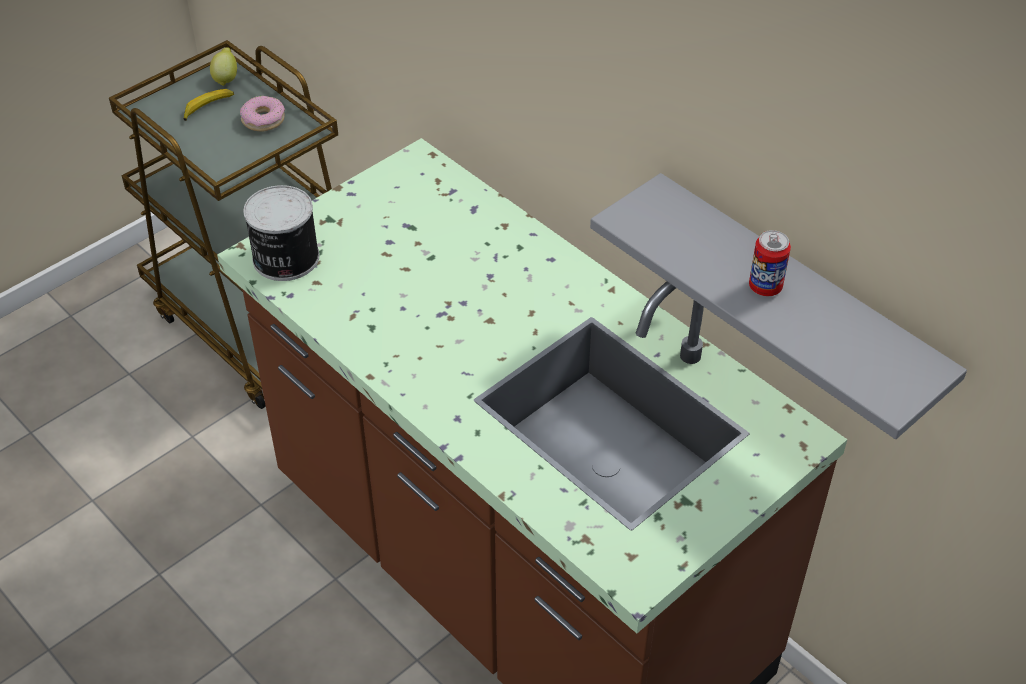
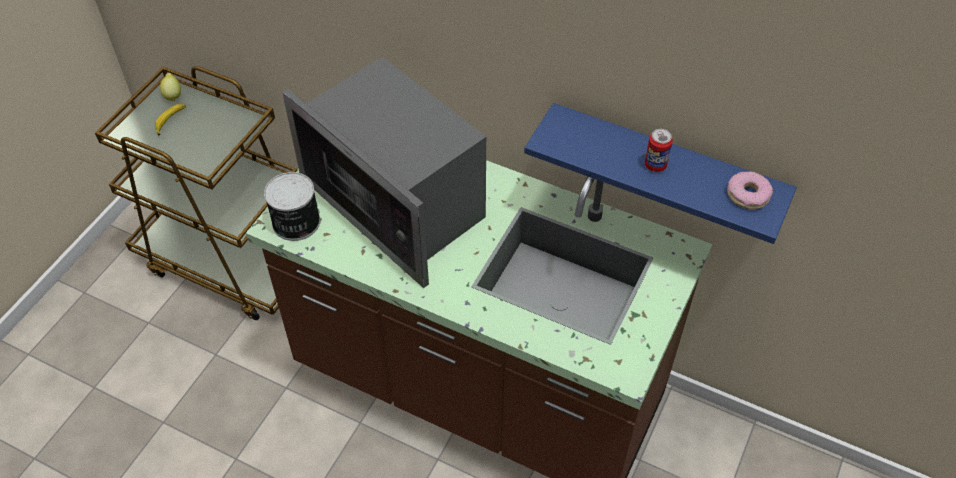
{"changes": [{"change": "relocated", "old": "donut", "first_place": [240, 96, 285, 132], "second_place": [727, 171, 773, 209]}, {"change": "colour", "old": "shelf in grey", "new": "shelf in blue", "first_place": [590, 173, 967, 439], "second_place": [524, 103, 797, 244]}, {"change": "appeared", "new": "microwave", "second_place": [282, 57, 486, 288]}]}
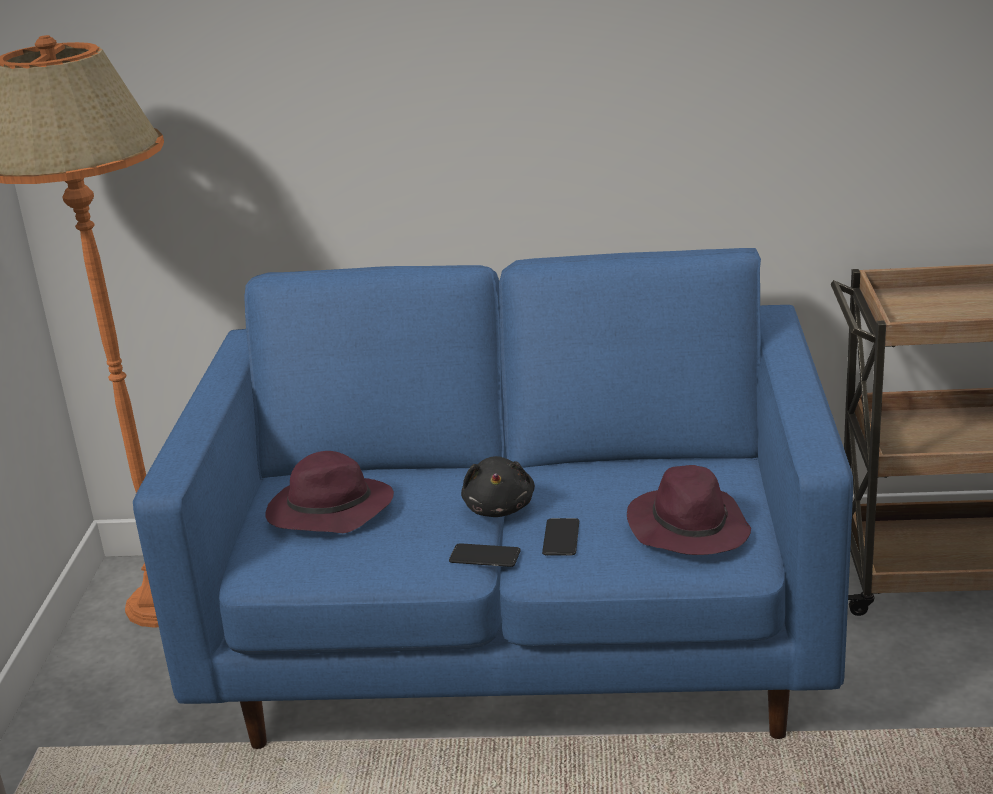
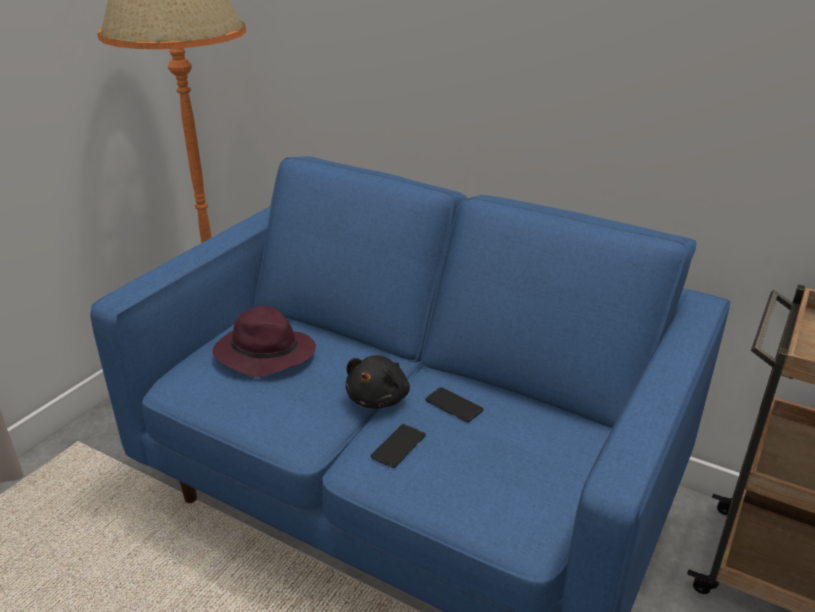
{"changes": [{"change": "missing", "old": "hat in purple", "first_place": [627, 465, 751, 555]}, {"change": "relocated", "old": "phone", "first_place": [449, 543, 521, 567], "second_place": [425, 387, 483, 422]}]}
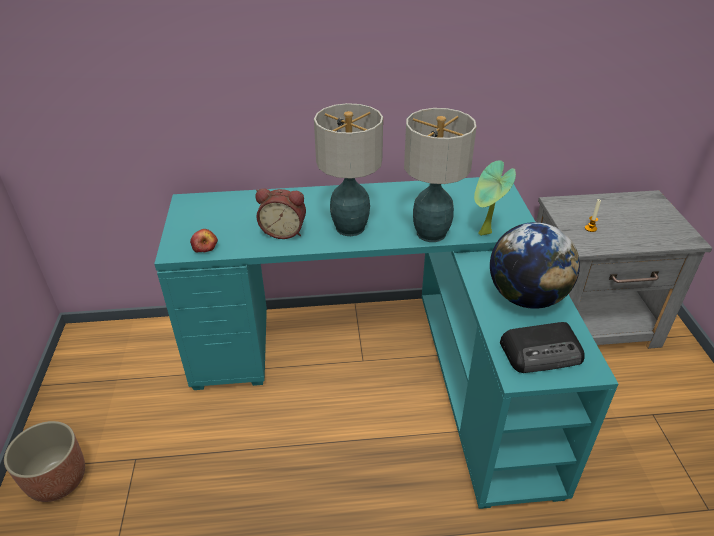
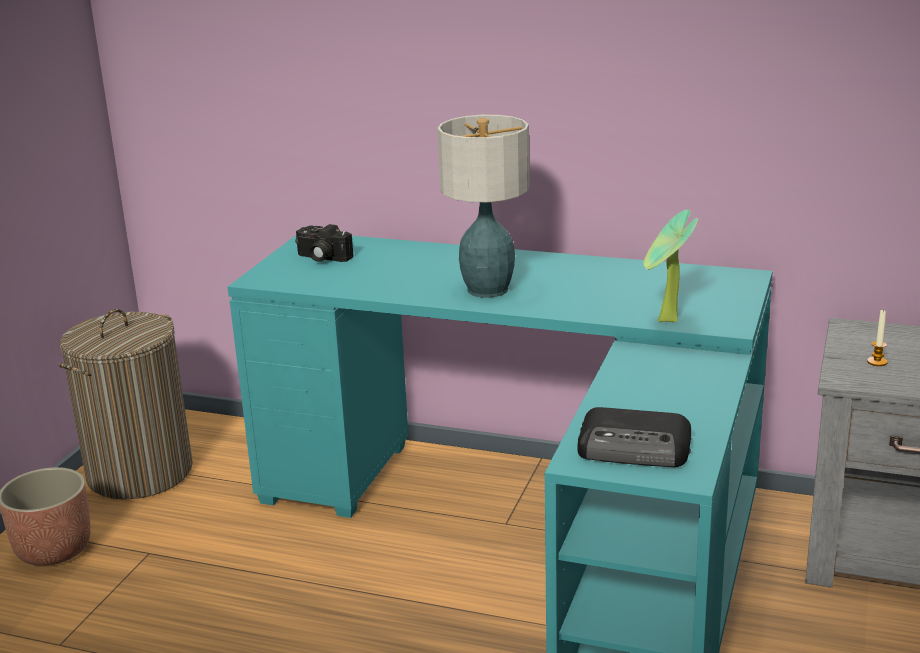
{"changes": [{"change": "missing", "old": "table lamp", "first_place": [404, 108, 477, 242]}, {"change": "missing", "old": "alarm clock", "first_place": [256, 188, 306, 239]}, {"change": "missing", "old": "globe", "first_place": [490, 222, 580, 309]}, {"change": "missing", "old": "apple", "first_place": [190, 229, 218, 253]}, {"change": "appeared", "new": "photo camera", "second_place": [295, 224, 354, 262]}, {"change": "appeared", "new": "laundry basket", "second_place": [58, 309, 193, 499]}]}
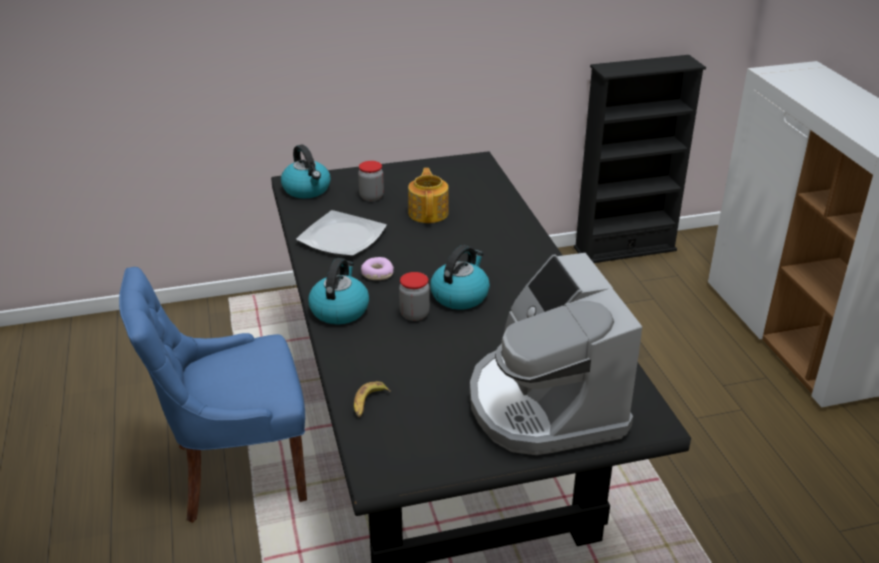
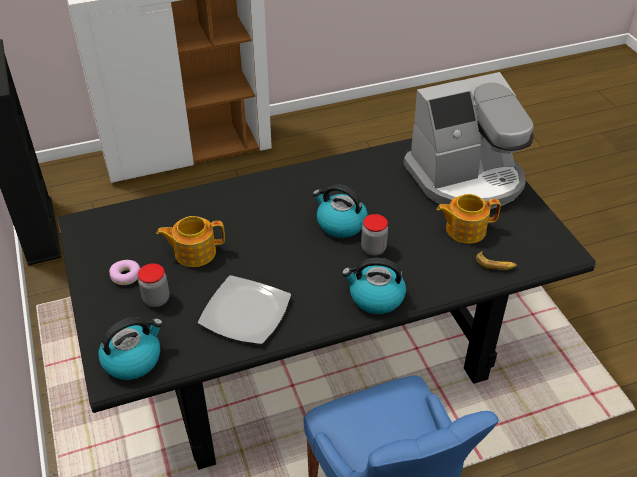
{"changes": [{"change": "relocated", "old": "donut", "first_place": [361, 257, 394, 280], "second_place": [109, 260, 140, 285]}, {"change": "appeared", "new": "teapot", "second_place": [437, 194, 501, 244]}]}
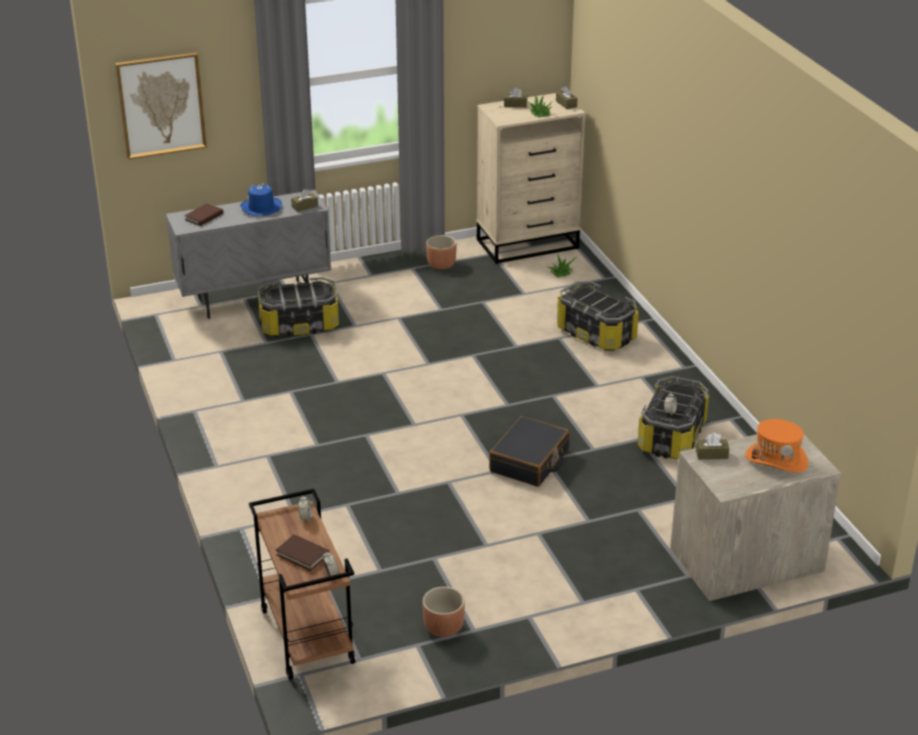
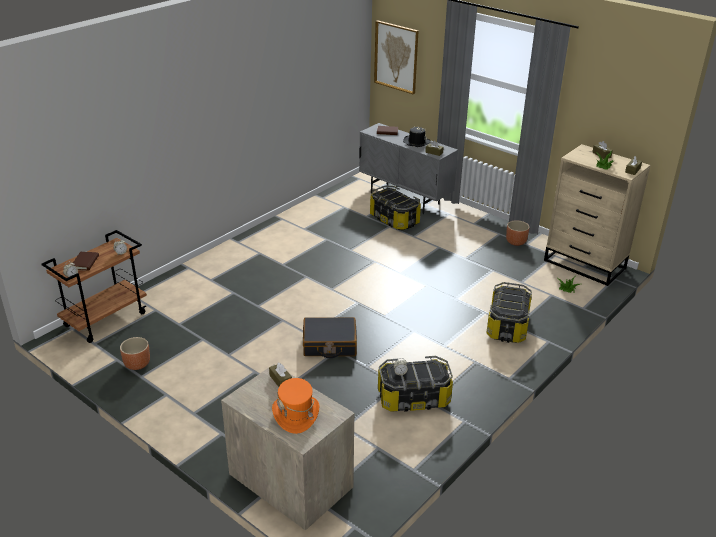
{"changes": [{"change": "colour", "old": "hat in blue", "new": "hat in black", "first_place": [240, 183, 282, 216], "second_place": [403, 126, 431, 147]}]}
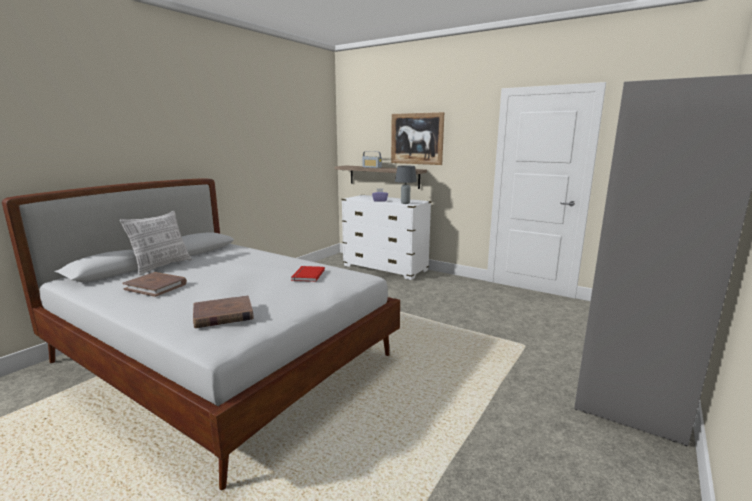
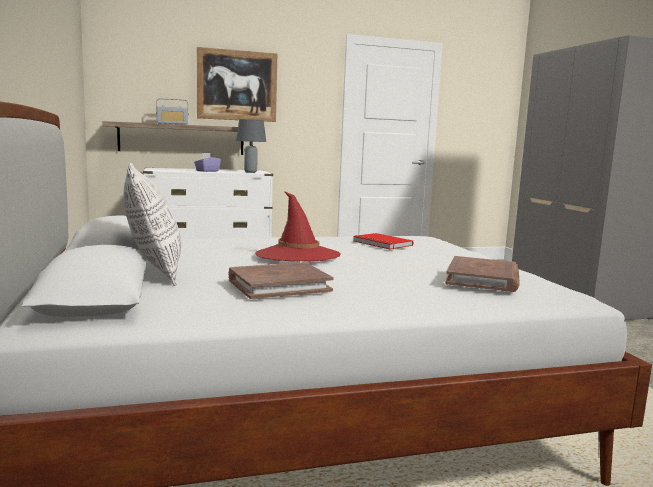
{"changes": [{"change": "appeared", "new": "hat in red", "second_place": [255, 191, 341, 261]}]}
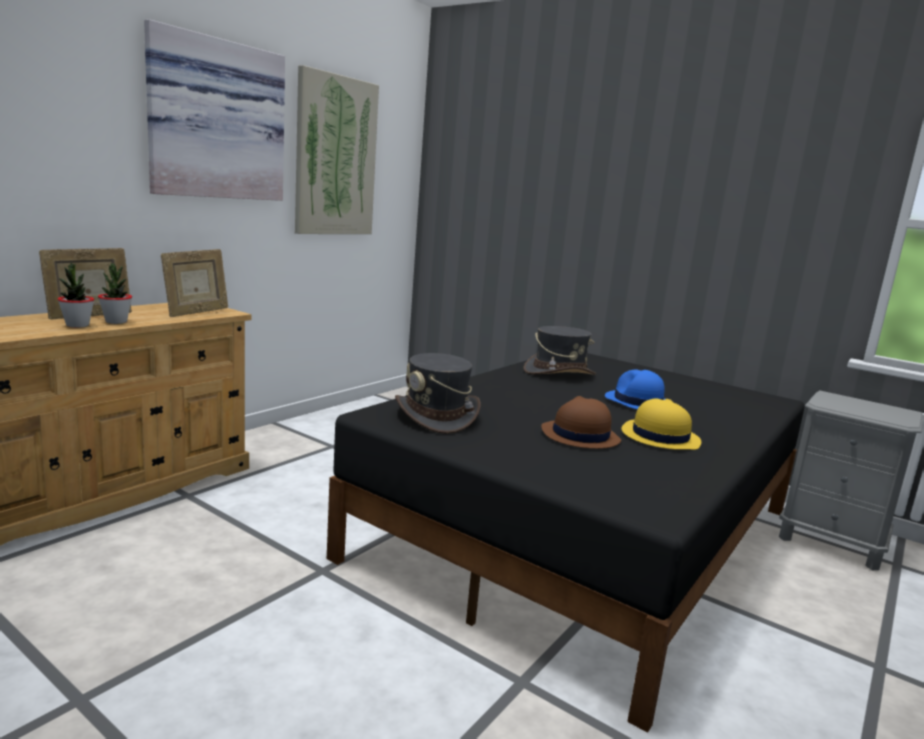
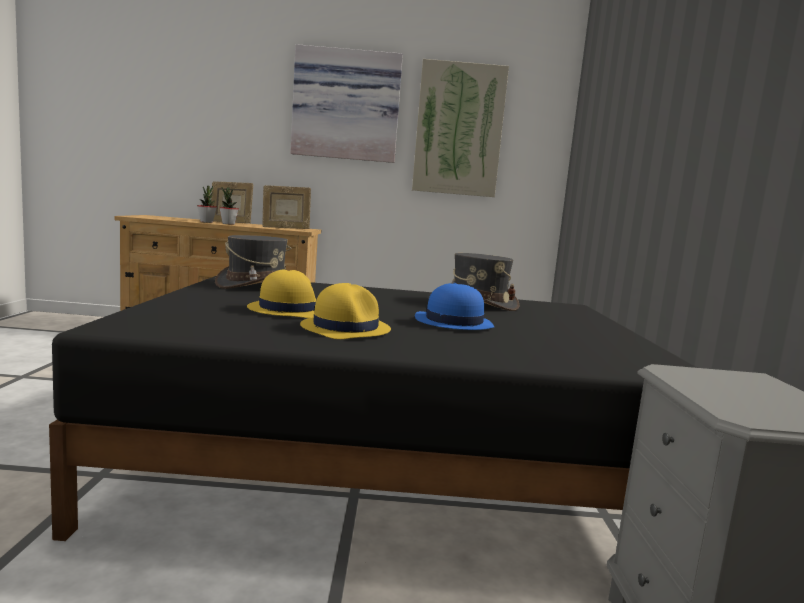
{"changes": [{"change": "colour", "old": "hat in brown", "new": "hat in yellow", "first_place": [541, 396, 621, 449], "second_place": [247, 269, 316, 318]}]}
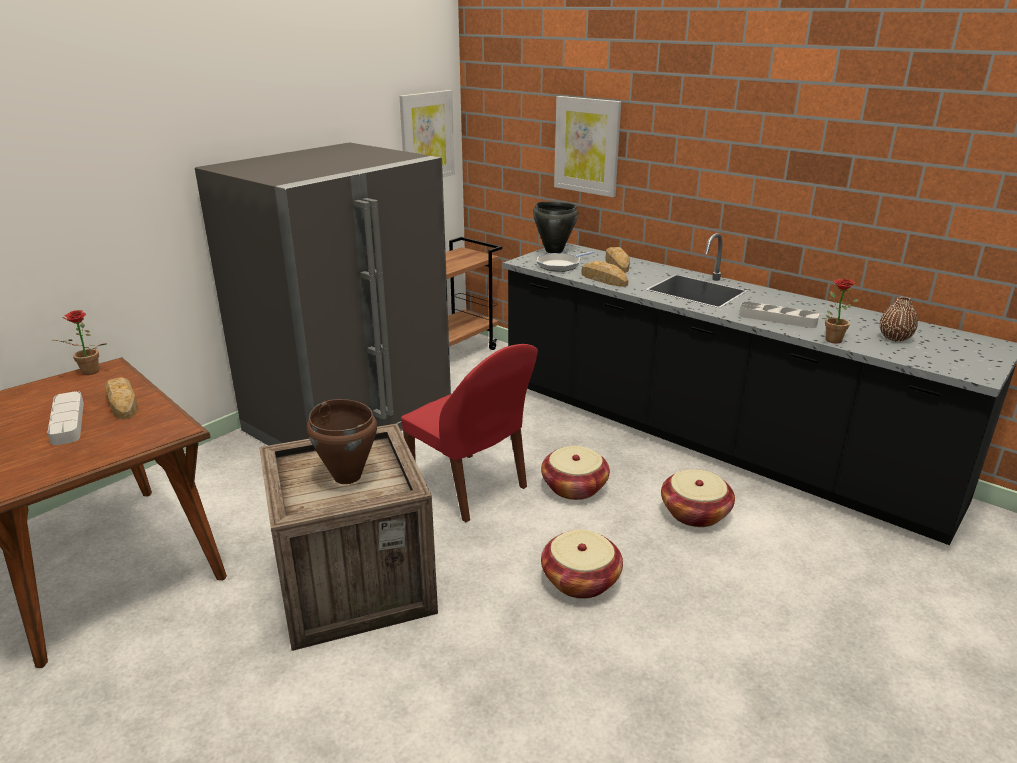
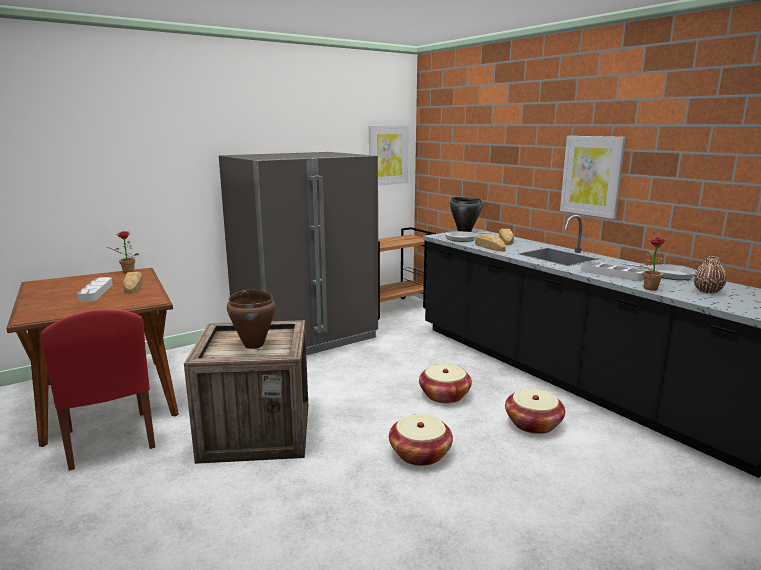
{"changes": [{"change": "relocated", "old": "picture", "first_place": [554, 96, 621, 197], "second_place": [560, 136, 626, 219]}, {"change": "relocated", "old": "chair in red", "first_place": [401, 344, 538, 522], "second_place": [41, 309, 155, 471]}, {"change": "appeared", "new": "frying pan", "second_place": [623, 263, 696, 280]}]}
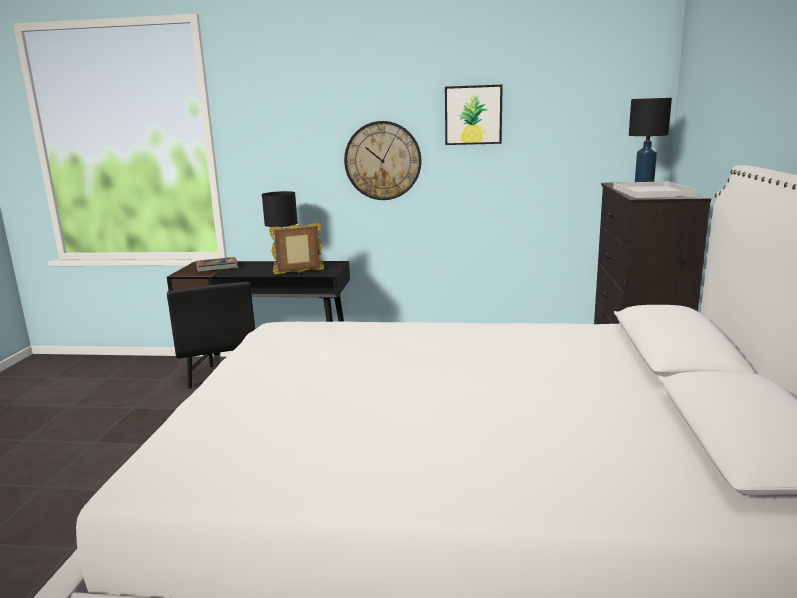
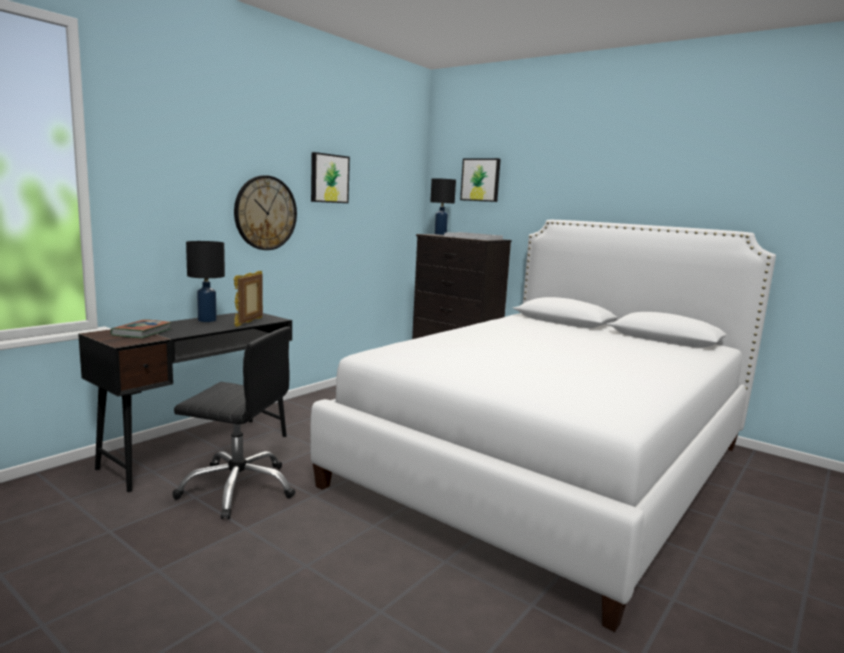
{"changes": [{"change": "appeared", "new": "picture", "second_place": [460, 158, 501, 202]}]}
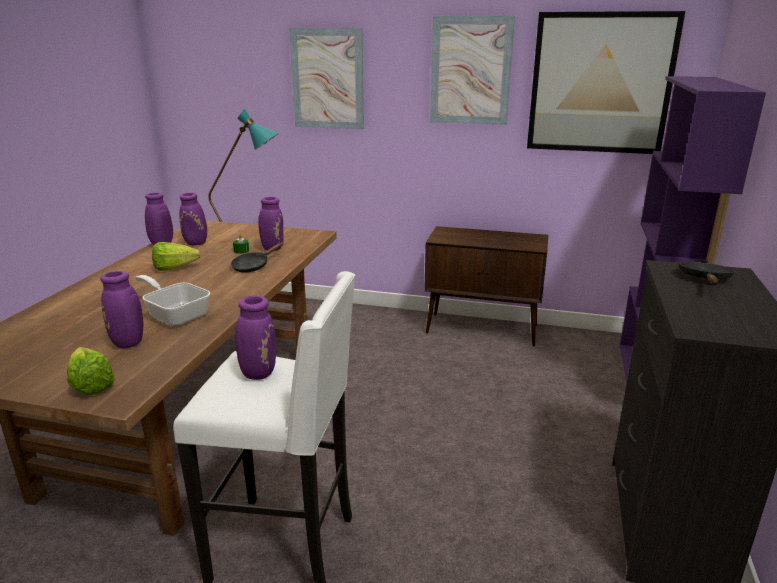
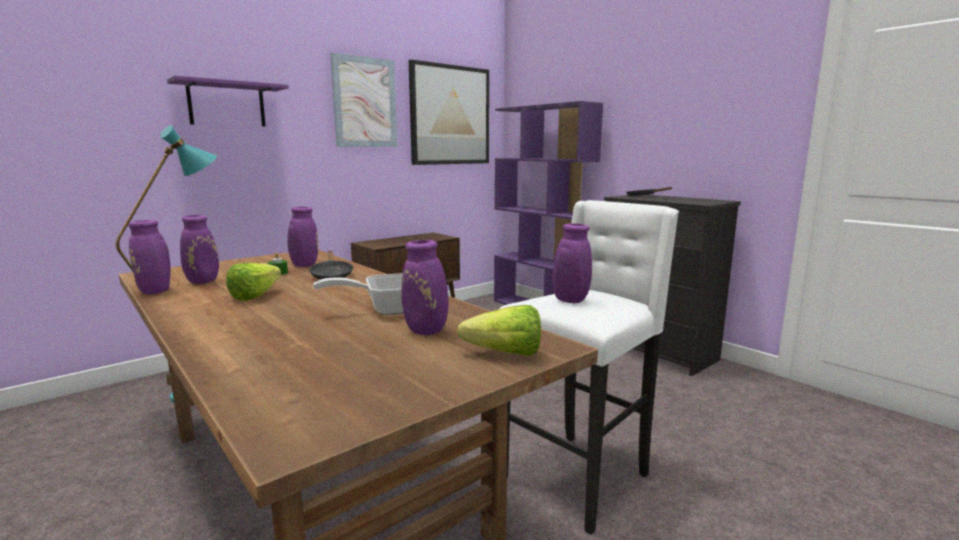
{"changes": [{"change": "exchanged", "old": "picture", "new": "shelf in purple", "first_place": [289, 28, 364, 130], "second_place": [167, 75, 289, 127]}]}
